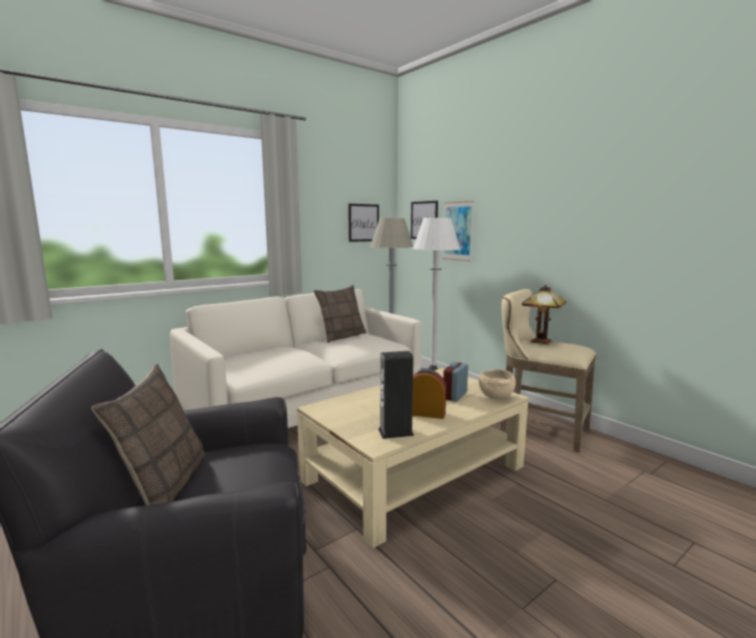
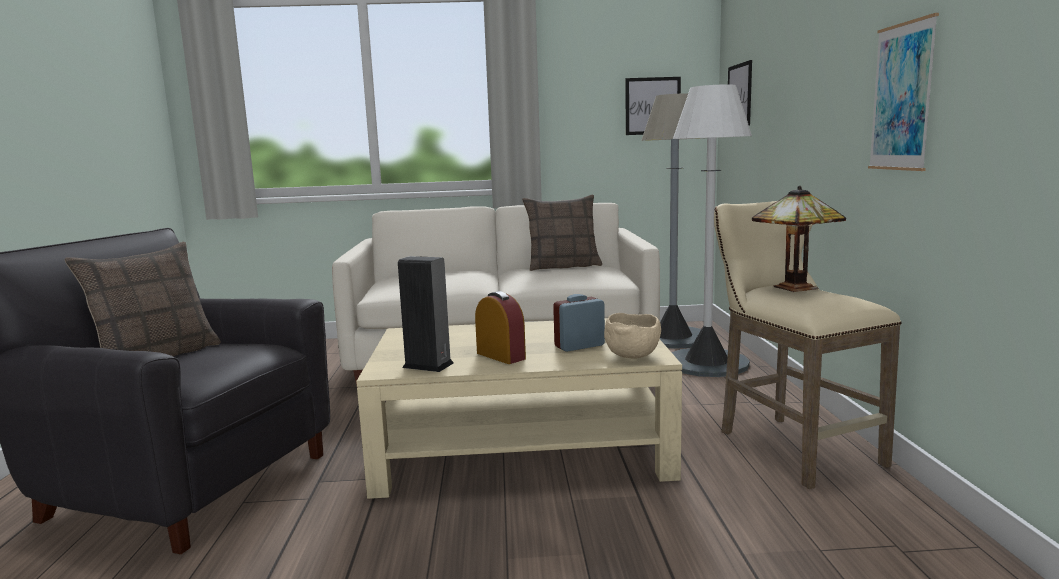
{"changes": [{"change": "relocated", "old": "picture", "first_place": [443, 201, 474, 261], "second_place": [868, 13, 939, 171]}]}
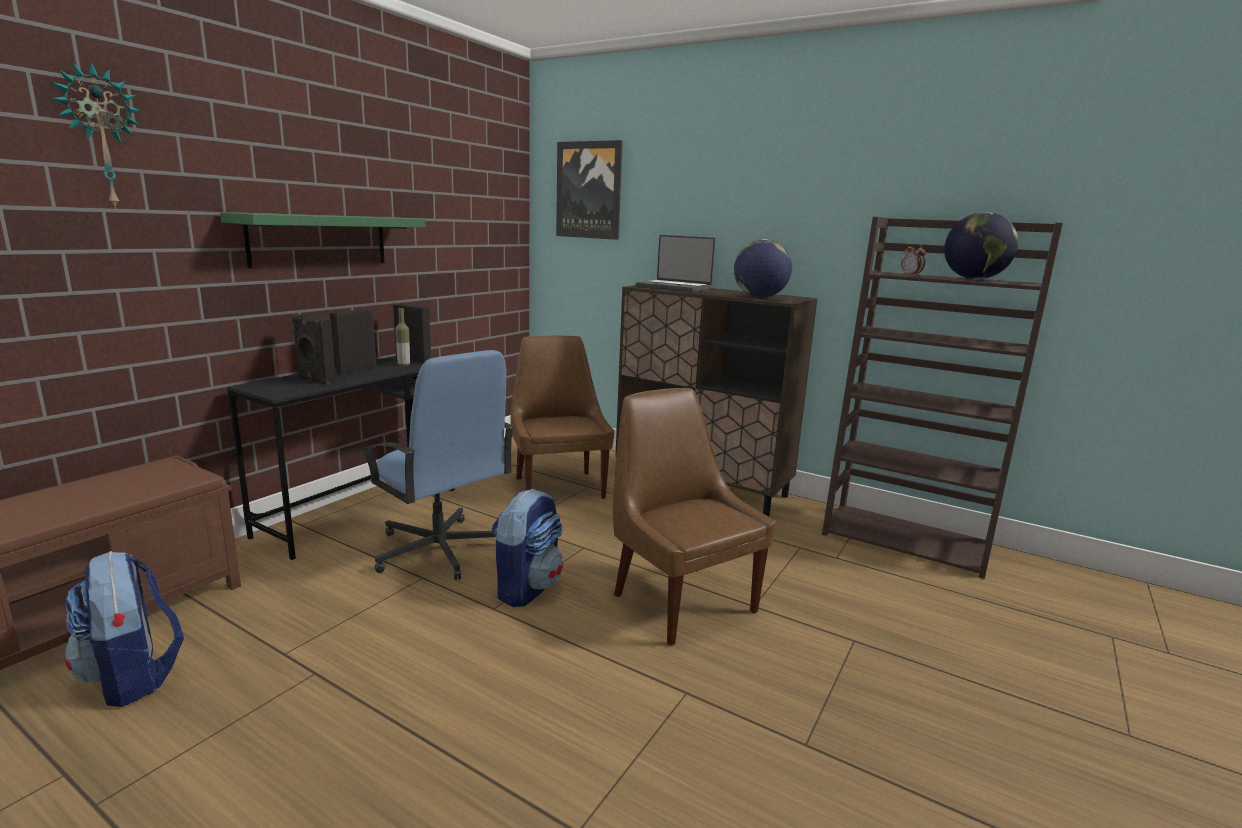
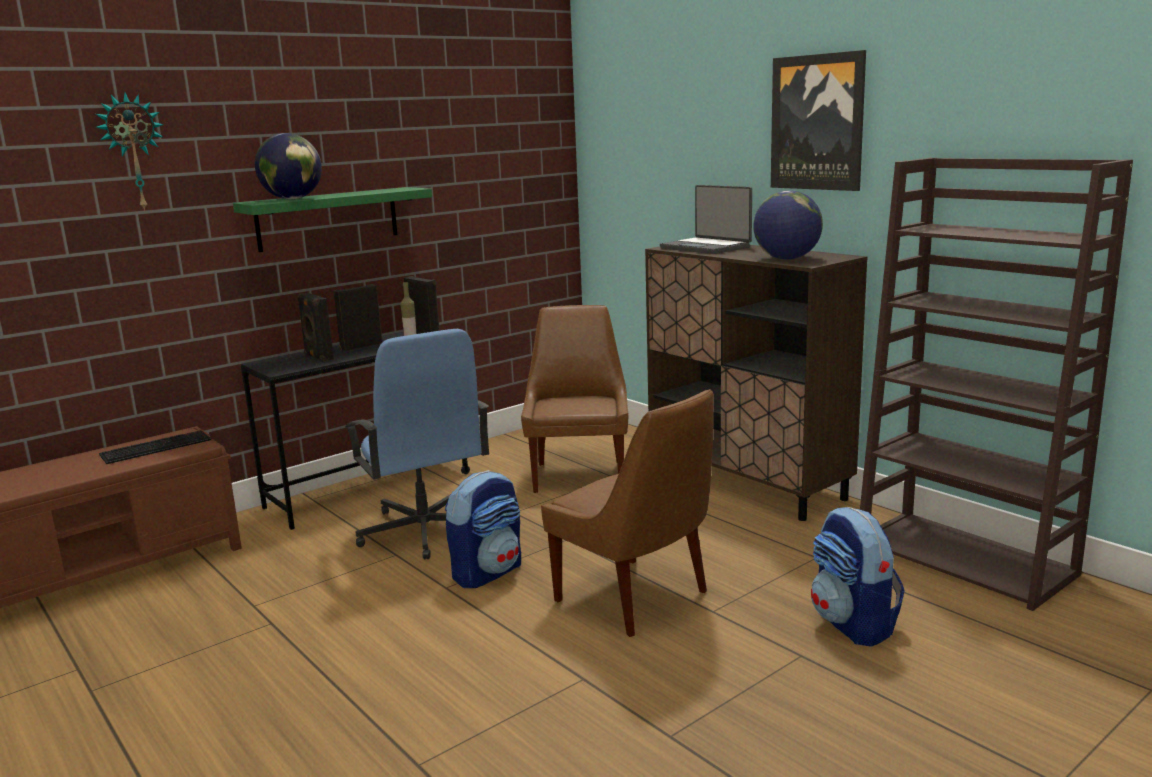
{"changes": [{"change": "relocated", "old": "picture", "first_place": [556, 140, 623, 240], "second_place": [771, 50, 866, 191]}, {"change": "relocated", "old": "globe", "first_place": [944, 212, 1018, 280], "second_place": [255, 133, 322, 199]}, {"change": "missing", "old": "alarm clock", "first_place": [901, 243, 926, 276]}, {"change": "spun", "old": "chair in brown", "first_place": [613, 388, 776, 646], "second_place": [541, 389, 714, 637], "degrees": 150}, {"change": "relocated", "old": "backpack", "first_place": [64, 551, 184, 707], "second_place": [811, 507, 905, 647]}, {"change": "appeared", "new": "keyboard", "second_place": [99, 430, 211, 464]}]}
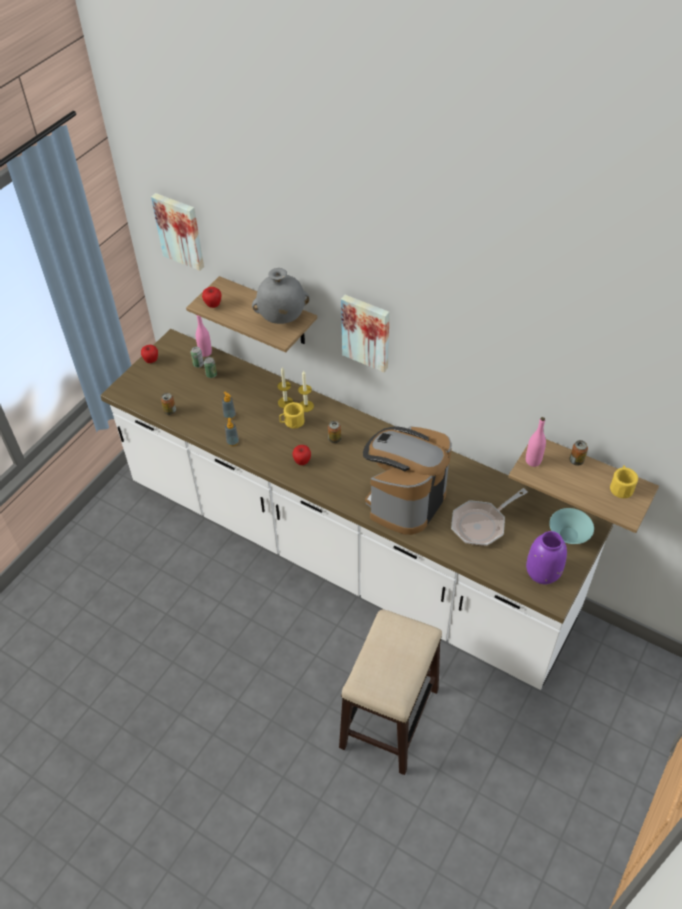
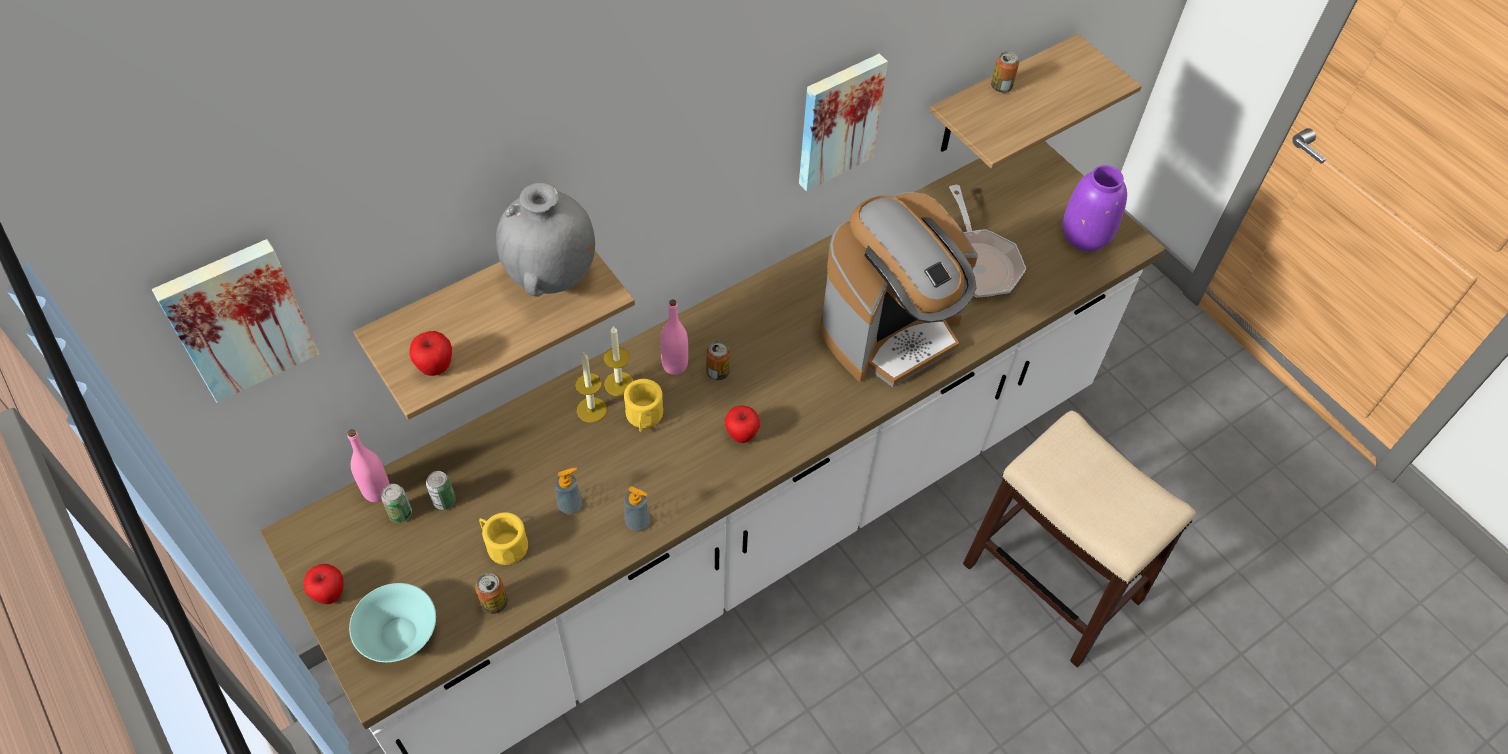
{"changes": [{"change": "relocated", "old": "picture", "first_place": [341, 295, 390, 372], "second_place": [799, 54, 888, 191]}, {"change": "relocated", "old": "bottle in pink", "first_place": [526, 417, 546, 467], "second_place": [660, 299, 688, 375]}, {"change": "spun", "old": "coffee machine", "first_place": [363, 426, 452, 535], "second_place": [820, 192, 978, 387], "degrees": -90}, {"change": "relocated", "old": "mug in yellow", "first_place": [610, 465, 638, 498], "second_place": [479, 512, 528, 565]}, {"change": "relocated", "old": "bowl in turquoise", "first_place": [549, 508, 594, 544], "second_place": [349, 583, 436, 662]}]}
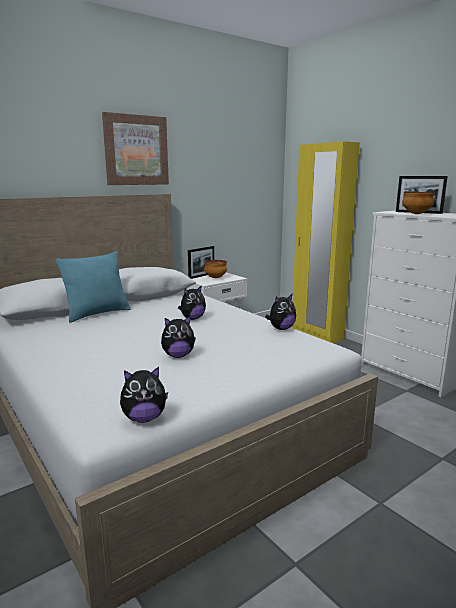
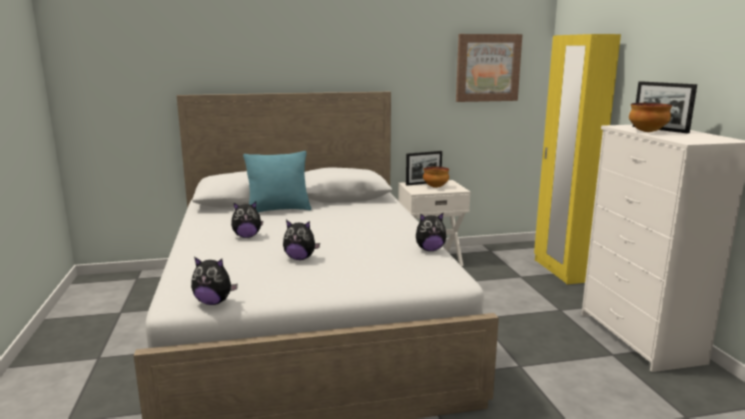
{"changes": [{"change": "relocated", "old": "picture", "first_place": [102, 112, 169, 185], "second_place": [456, 34, 522, 102]}, {"change": "relocated", "old": "plush toy", "first_place": [178, 285, 206, 320], "second_place": [231, 202, 263, 238]}]}
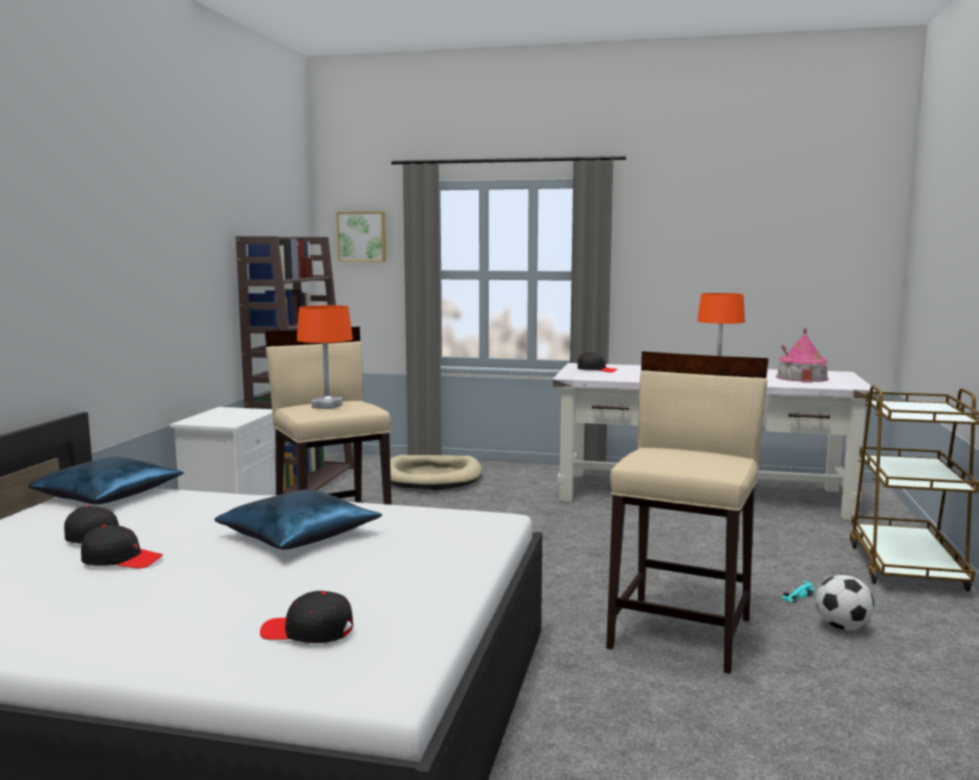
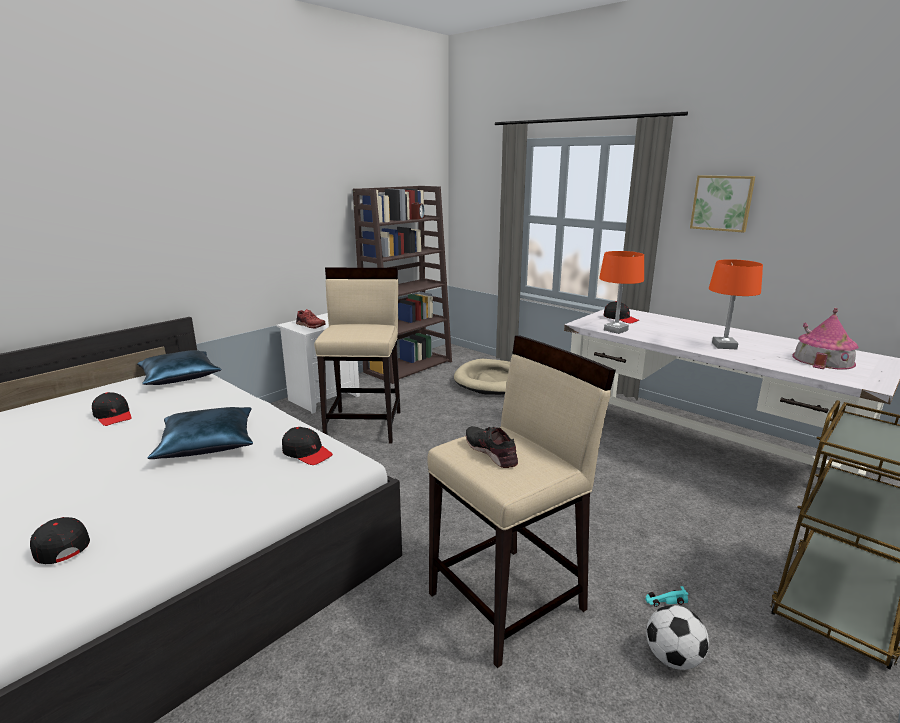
{"changes": [{"change": "relocated", "old": "picture", "first_place": [337, 212, 386, 262], "second_place": [690, 175, 755, 233]}, {"change": "relocated", "old": "table lamp in orange", "first_place": [297, 305, 353, 409], "second_place": [599, 251, 644, 334]}, {"change": "relocated", "old": "cap in black", "first_place": [81, 525, 163, 568], "second_place": [282, 427, 333, 465]}, {"change": "appeared", "new": "shoe in red", "second_place": [296, 309, 326, 329]}, {"change": "appeared", "new": "shoe in black", "second_place": [466, 426, 518, 468]}]}
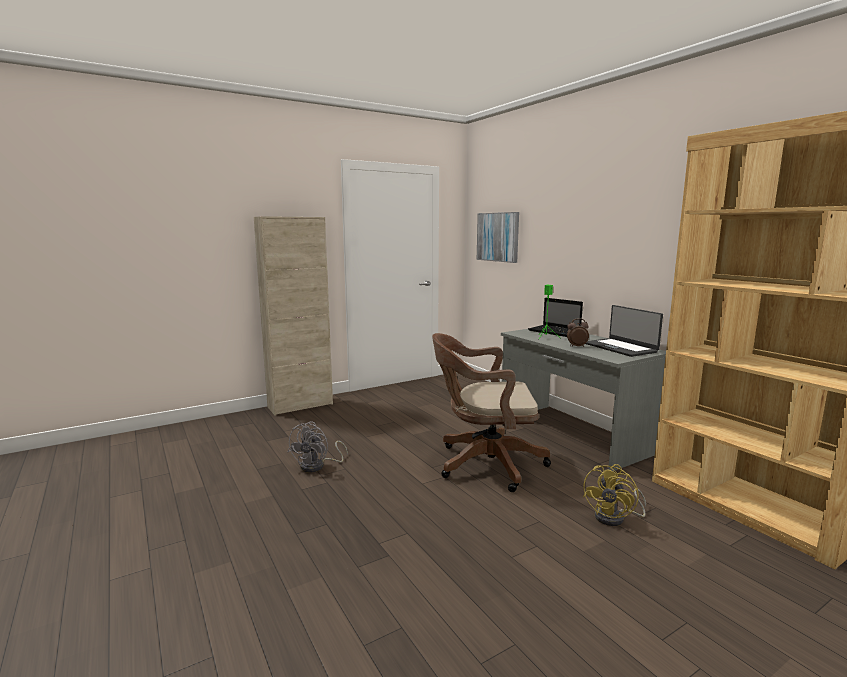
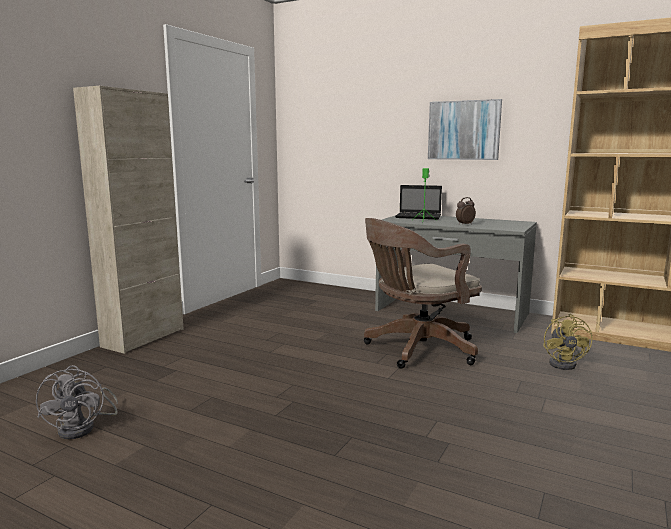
{"changes": [{"change": "relocated", "old": "picture", "first_place": [477, 212, 519, 263], "second_place": [428, 99, 502, 160]}, {"change": "missing", "old": "laptop", "first_place": [585, 305, 663, 357]}, {"change": "relocated", "old": "fan in grey", "first_place": [288, 421, 348, 472], "second_place": [36, 365, 118, 439]}]}
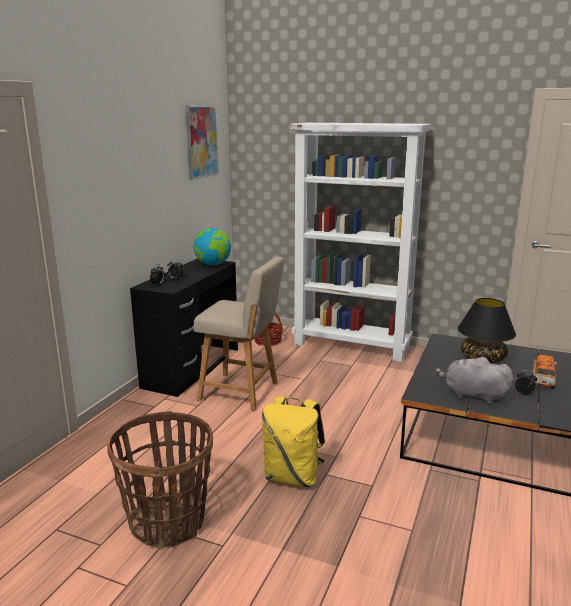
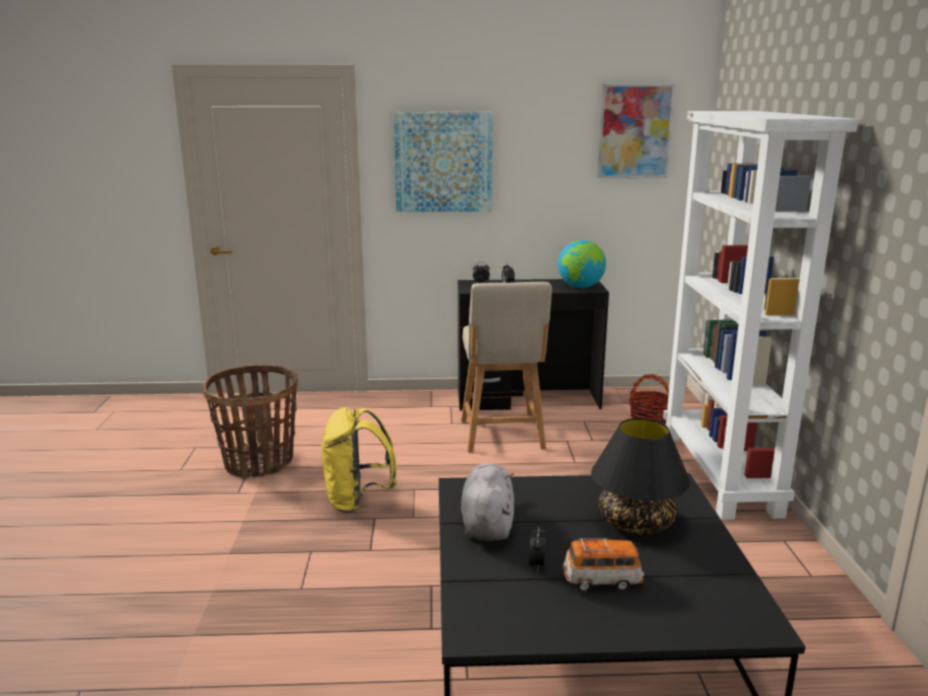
{"changes": [{"change": "appeared", "new": "picture", "second_place": [393, 112, 493, 212]}]}
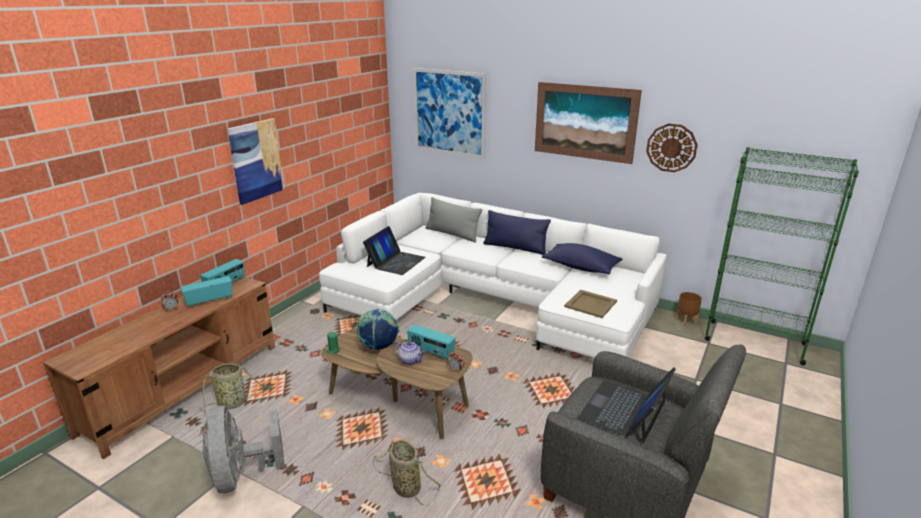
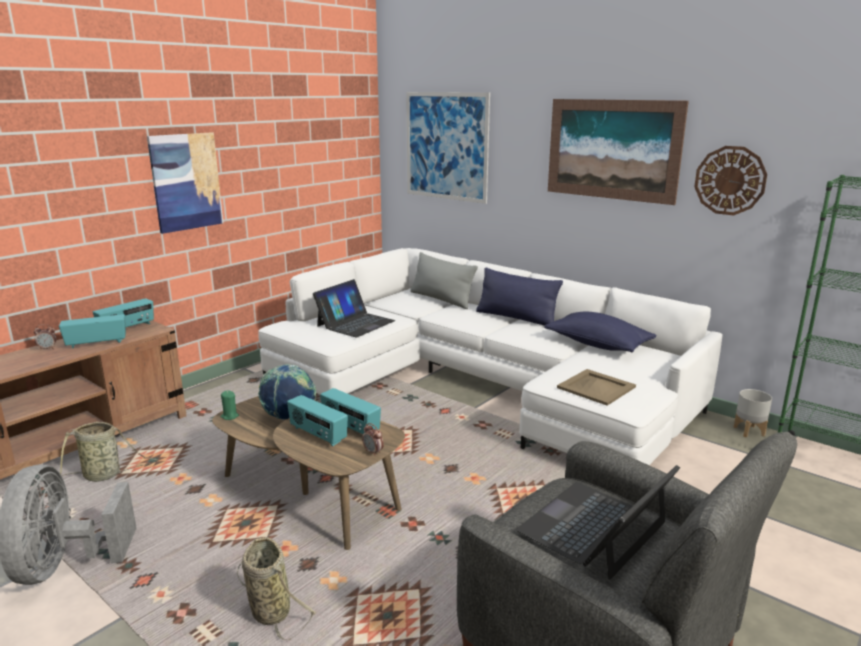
{"changes": [{"change": "colour", "old": "planter in brown", "new": "planter in grey", "first_place": [676, 292, 702, 326], "second_place": [734, 389, 772, 438]}, {"change": "exchanged", "old": "teapot", "new": "radio", "first_place": [393, 342, 426, 365], "second_place": [287, 395, 348, 446]}]}
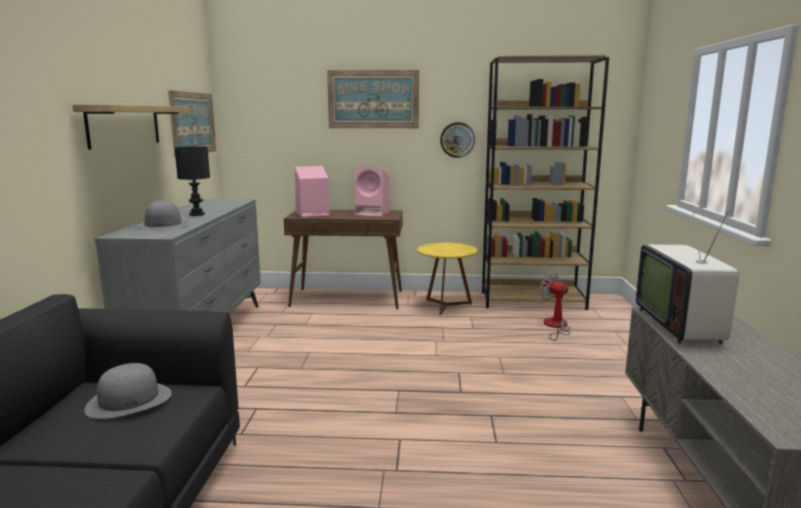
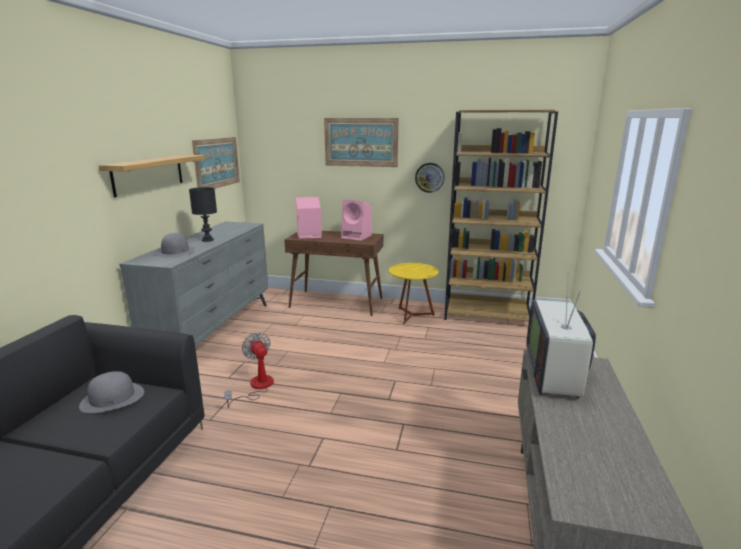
{"changes": [{"change": "relocated", "old": "fan", "first_place": [540, 272, 571, 341], "second_place": [224, 332, 274, 408]}]}
